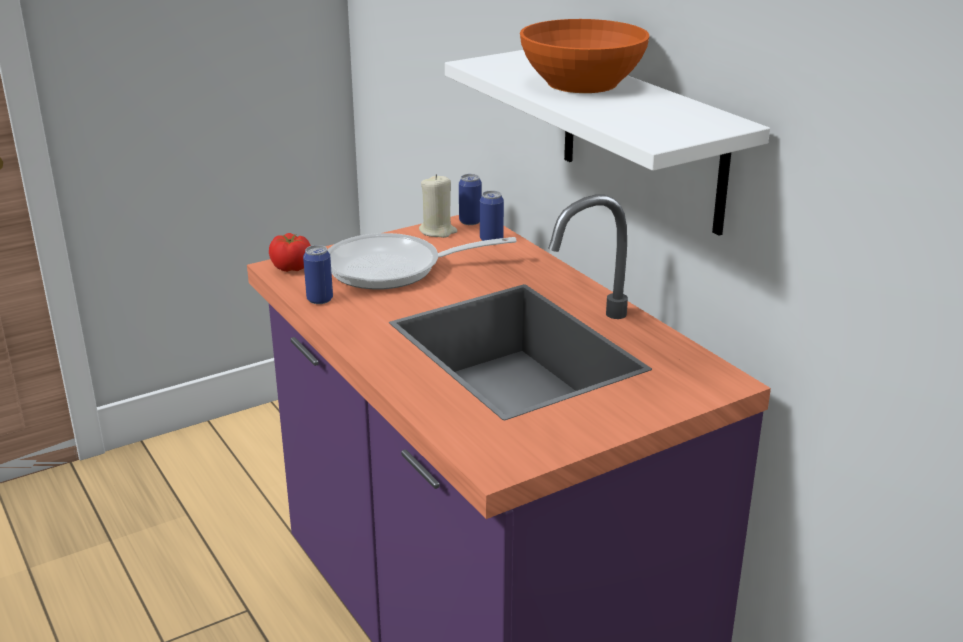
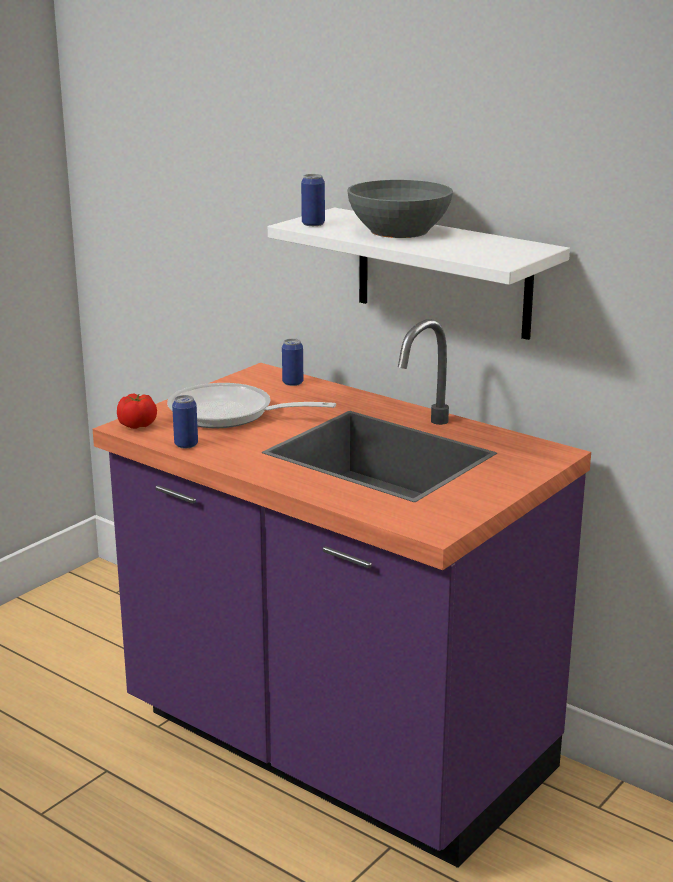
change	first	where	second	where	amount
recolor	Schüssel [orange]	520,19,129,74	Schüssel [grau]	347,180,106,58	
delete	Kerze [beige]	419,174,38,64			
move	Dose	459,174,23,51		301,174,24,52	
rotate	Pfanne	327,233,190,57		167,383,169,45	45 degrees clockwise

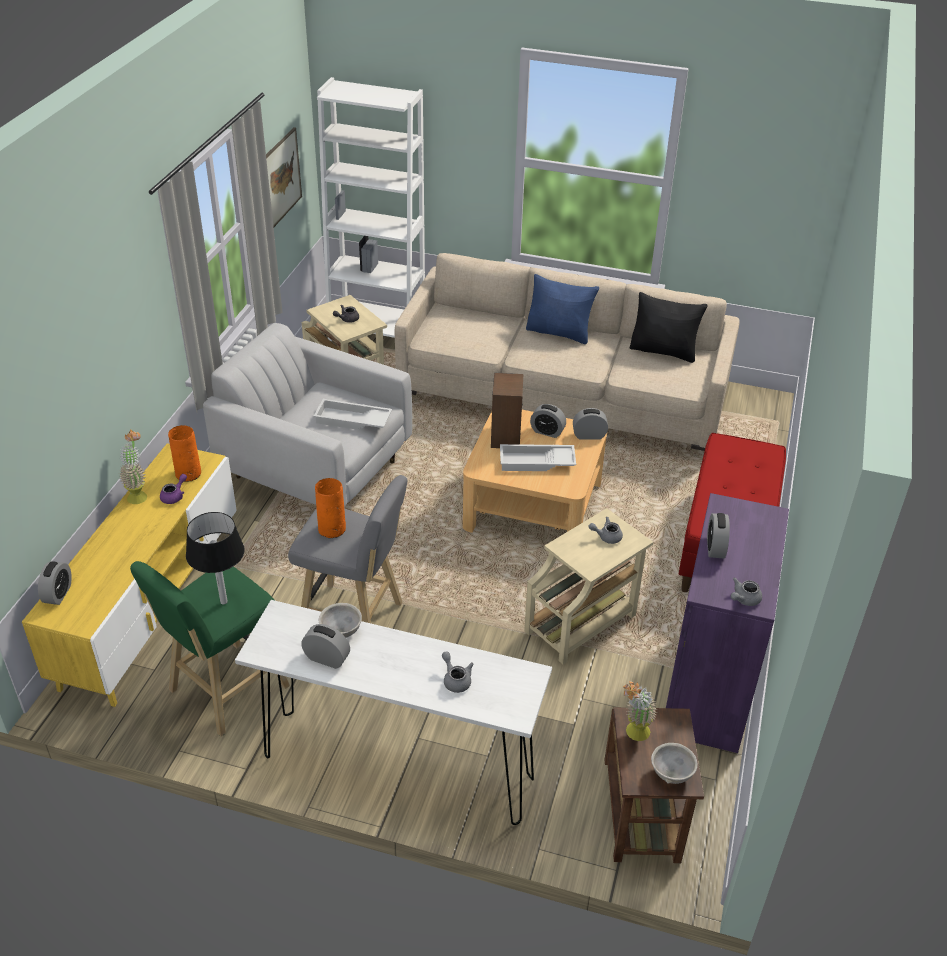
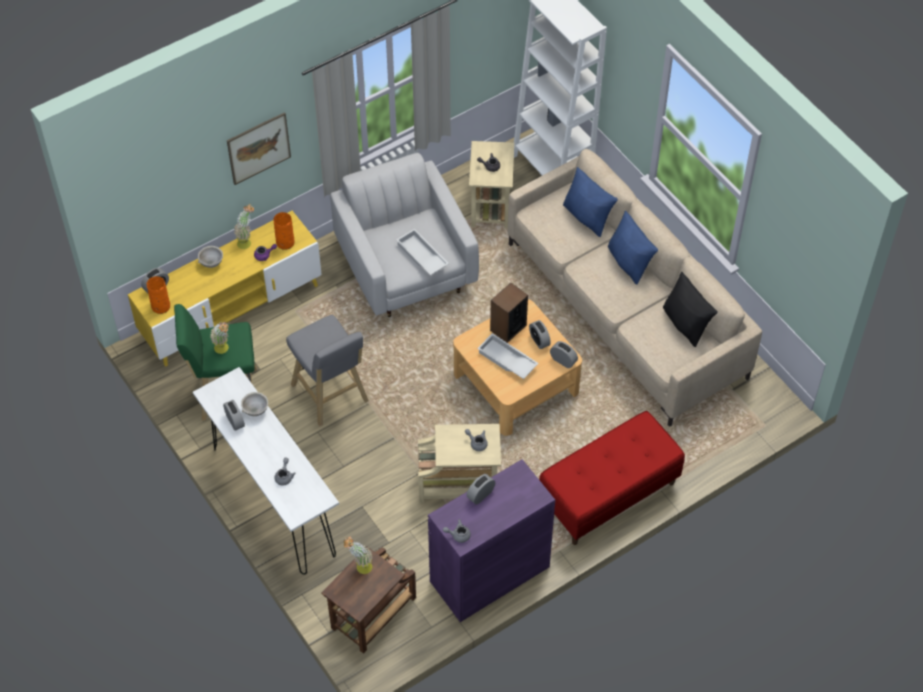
change	first	where	second	where	amount
move	Bild	266,127,36,100		227,112,64,73	
move	Vase [orange]	315,478,31,60		147,276,23,38	
replace	Tischlampe [schwarz]	186,512,59,92	Topfpflanze	210,322,19,32	
move	Schüssel [grau]	651,743,47,41		198,246,25,22	
insert			Kissen [blau]	563,167,55,70	

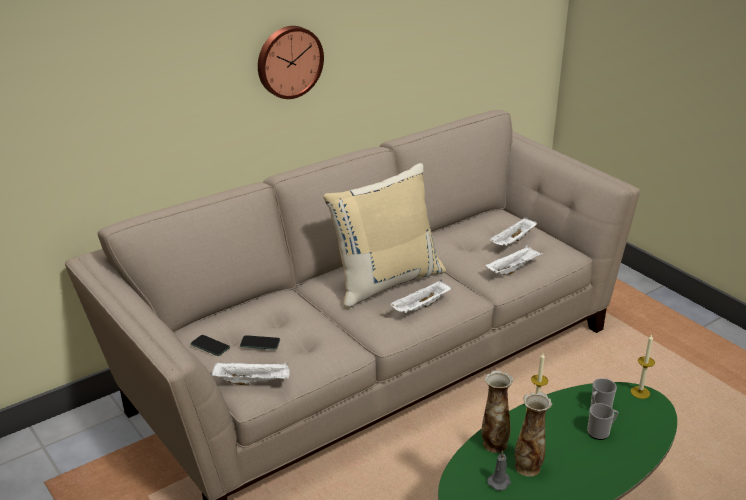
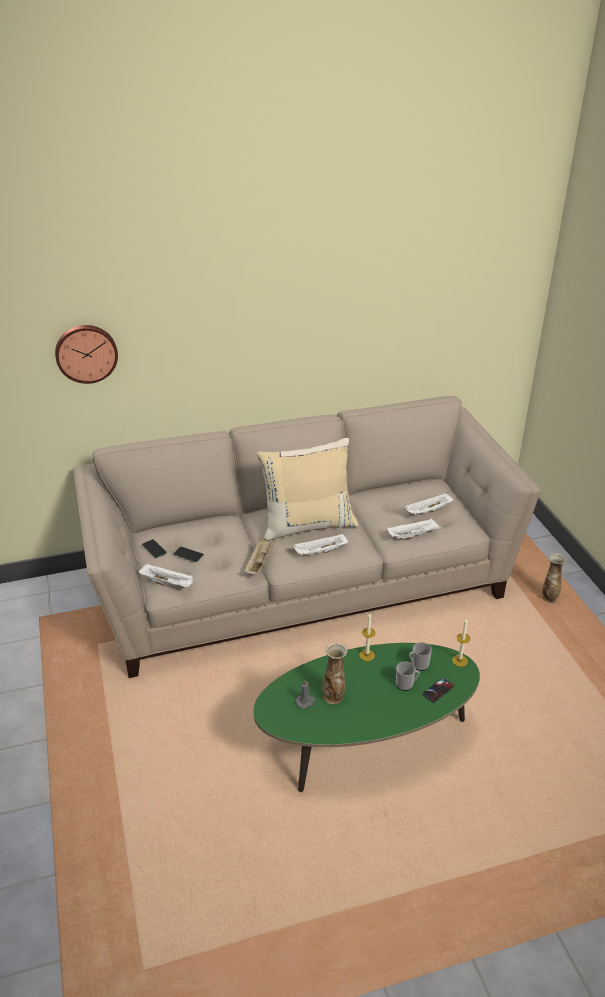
change	first	where	second	where	amount
move	Wanduhr	258,26,66,73		55,325,63,59	
move	Vase	482,370,31,83		542,553,25,50	
insert			Tablett [beige]	244,539,31,36	
insert			Handy	422,678,32,25	

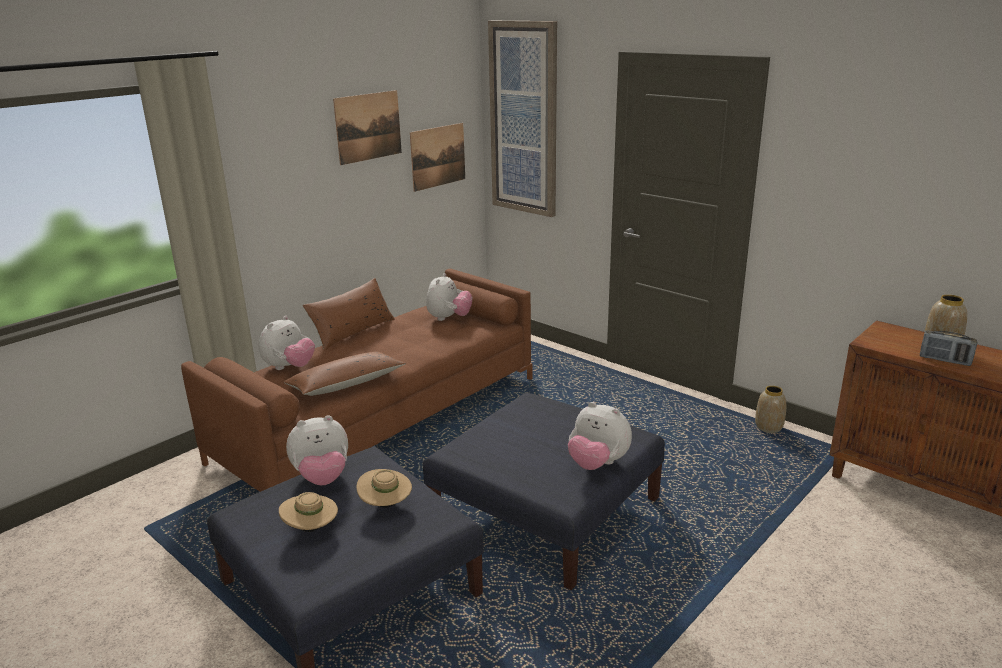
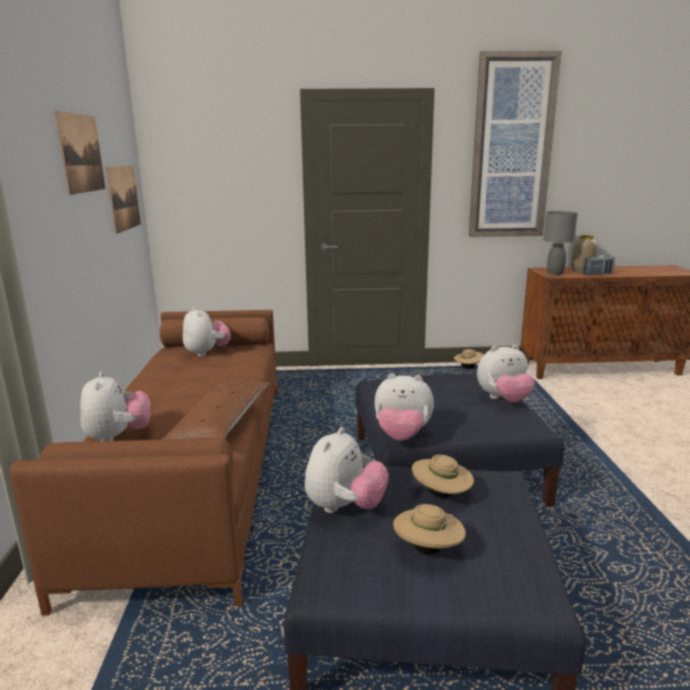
change	first	where	second	where	amount
move	Bild	488,21,69,196		469,51,93,186	
delete	Kissen [braun]	303,278,92,73			
replace	Vase	755,386,31,47	Hut [beige]	454,347,30,22	
insert			Tischlampe [grau]	544,211,34,64	
insert			Plüschtier	374,373,60,68	

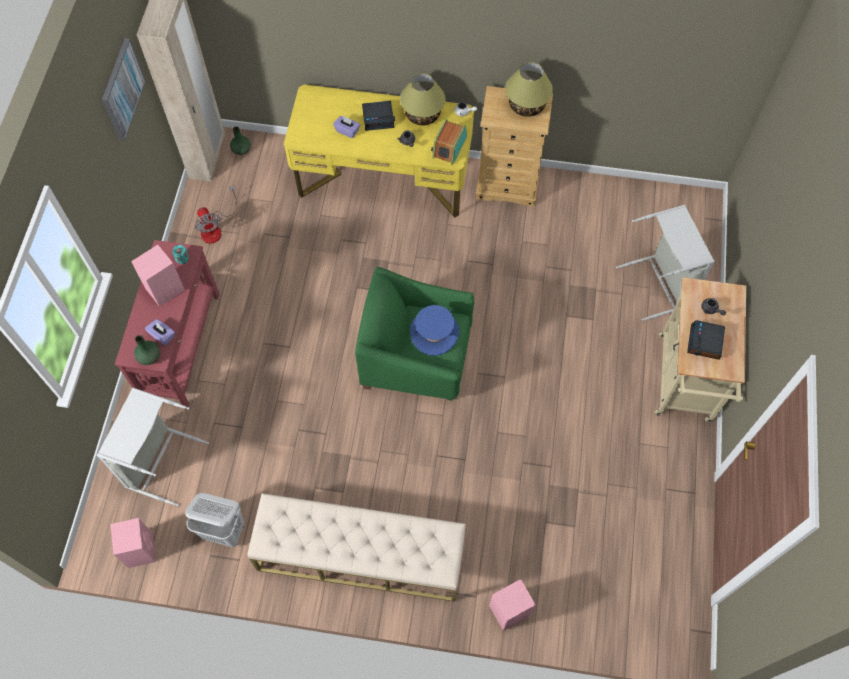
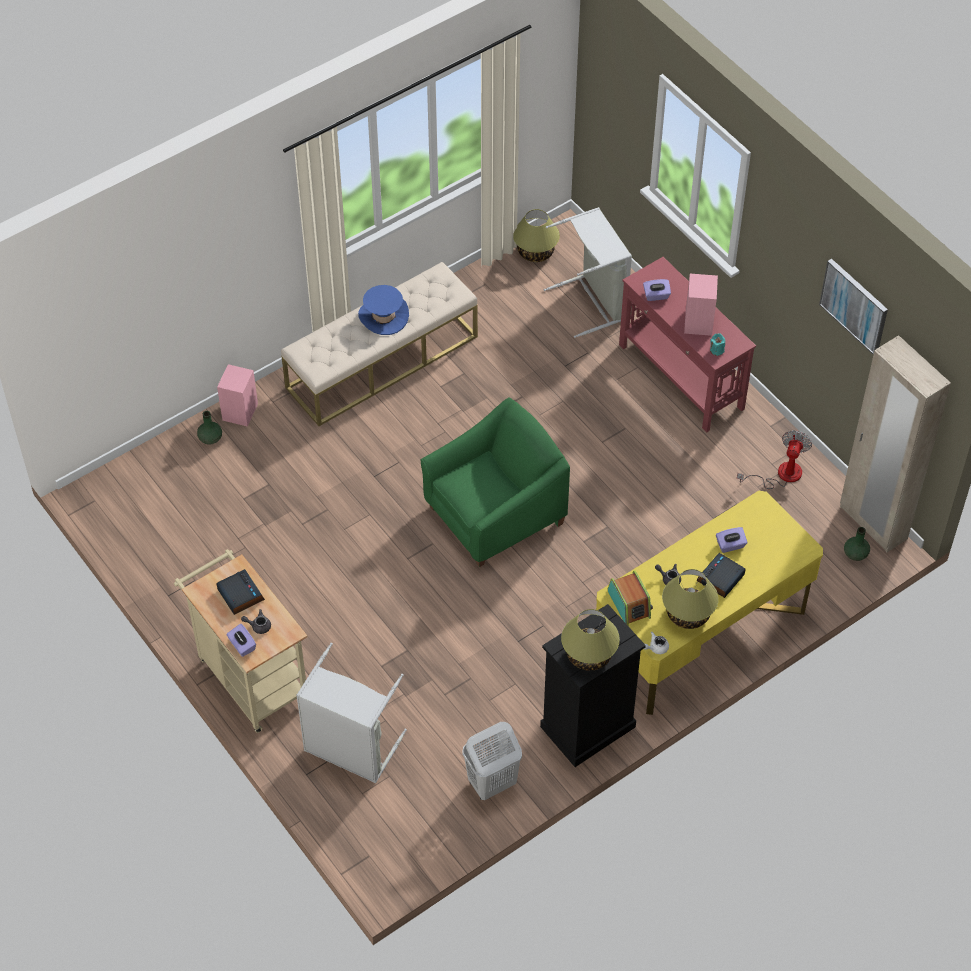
change	first	where	second	where	amount
recolor	Kommode [beige]	476,86,77,121	Kommode [schwarz]	540,604,106,163	
rotate	Ventilator	195,185,42,59		737,430,75,59	90 degrees clockwise
move	Hut [blau]	410,305,49,51		358,285,51,50	
move	Vase [grün]	134,335,26,30		197,411,25,33	
move	Wäschekorb [weiß]	185,493,59,54		462,722,60,78	
replace	Lautsprecher [rosa]	110,518,46,50	Tischlampe	513,209,47,53	
insert			Taschentuchbox [lila]	226,624,30,33	

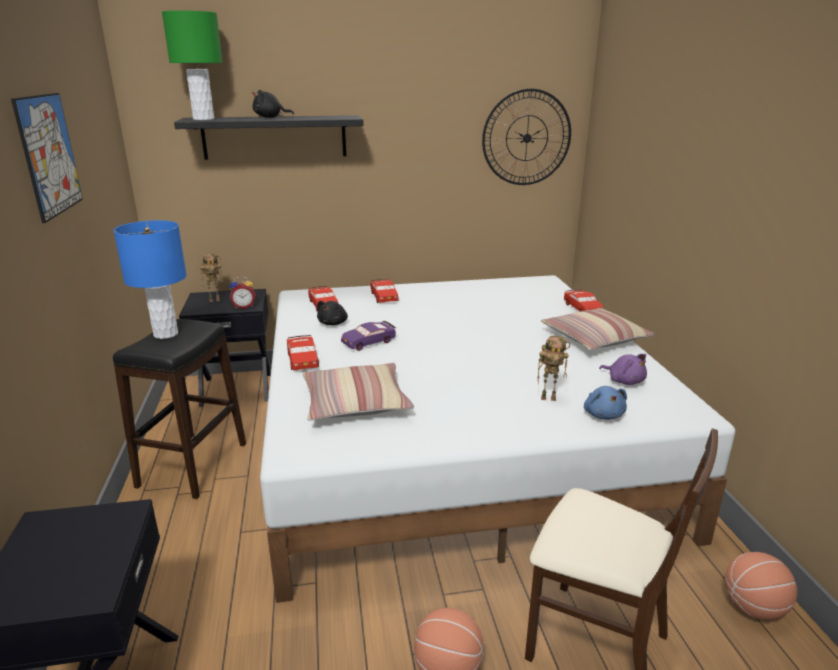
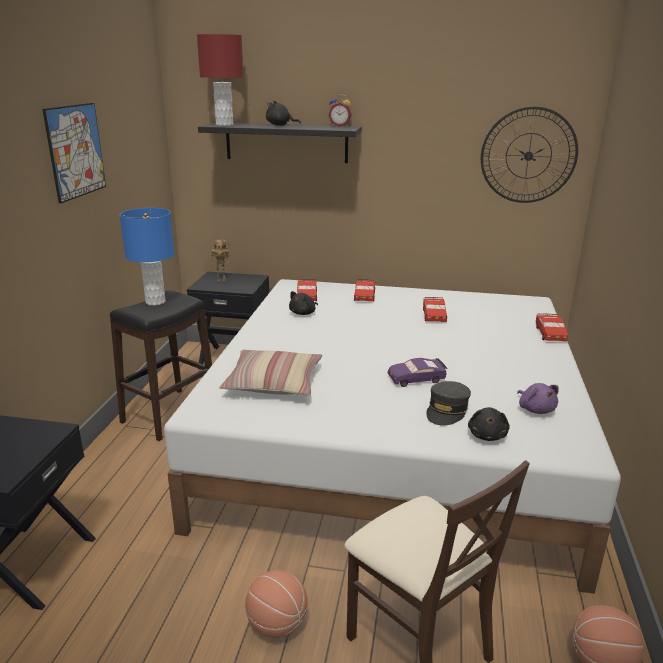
change	first	where	second	where	amount
recolor	Tischlampe [grün]	162,11,61,109	Tischlampe [rot]	197,34,47,92	
move	Wecker	229,276,26,33		328,94,24,33	
delete	Kissen	541,308,114,42			
move	Spielzeugauto [lila]	341,321,55,30		388,358,60,29	
move	Spielzeugauto [rot]	287,335,32,35		423,297,24,25	
replace	Spielzeugroboter	537,336,33,65	Kappe [grau]	426,381,45,45	
recolor	Plüschtier [blau]	584,386,43,34	Plüschtier [schwarz]	468,407,42,34	

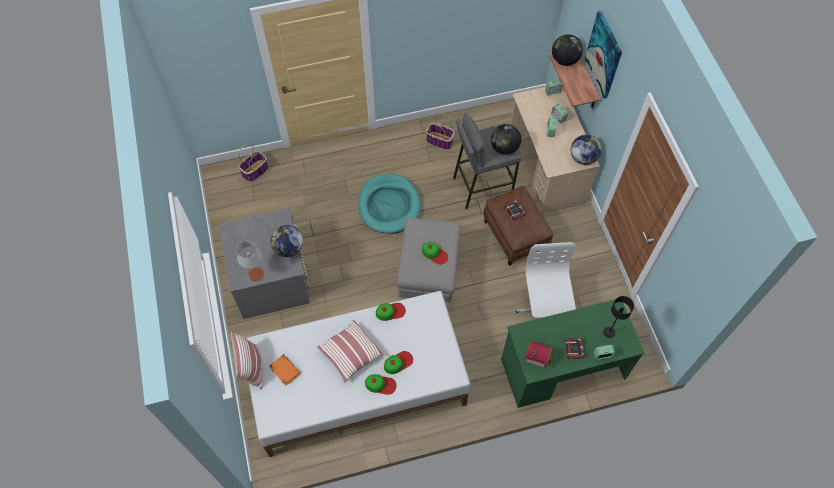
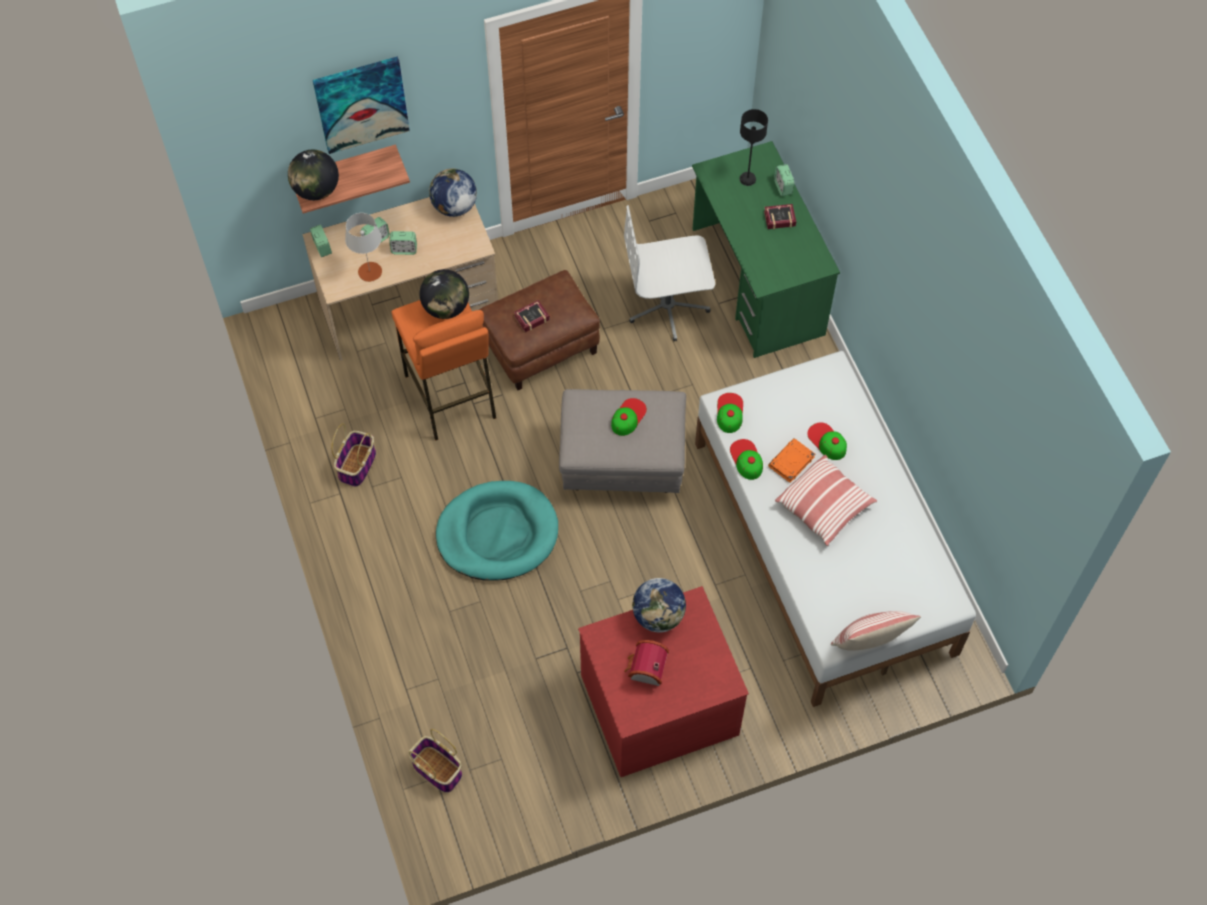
change	first	where	second	where	amount
recolor	Hocker [grau]	453,113,68,96	Hocker [orange]	391,300,105,140	
recolor	Kommode [grau]	219,208,91,111	Kommode [rot]	578,586,171,191	
move	Tischlampe [grau]	237,241,27,41		345,213,37,69	
move	Spielzeughaus	525,340,27,28		624,640,45,46	
move	Buch [orange]	269,354,31,32		768,438,47,45	
move	Kappe	365,374,32,21		717,393,26,40	

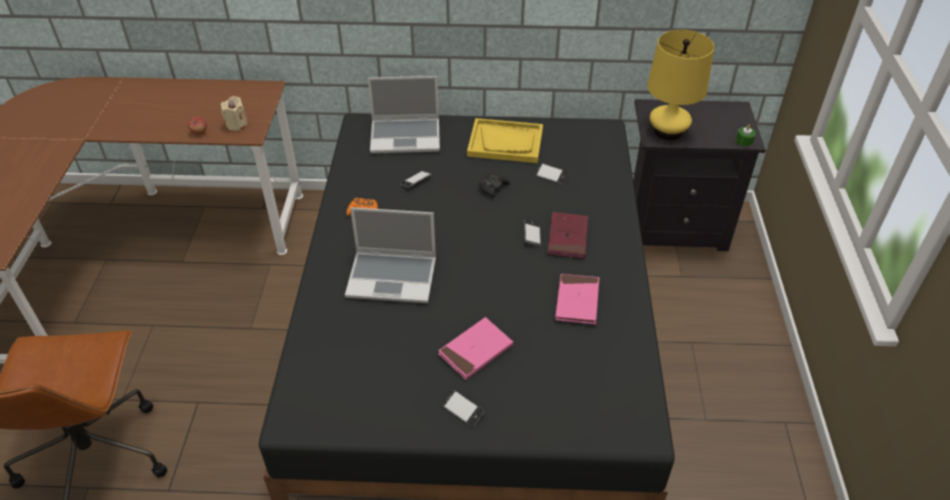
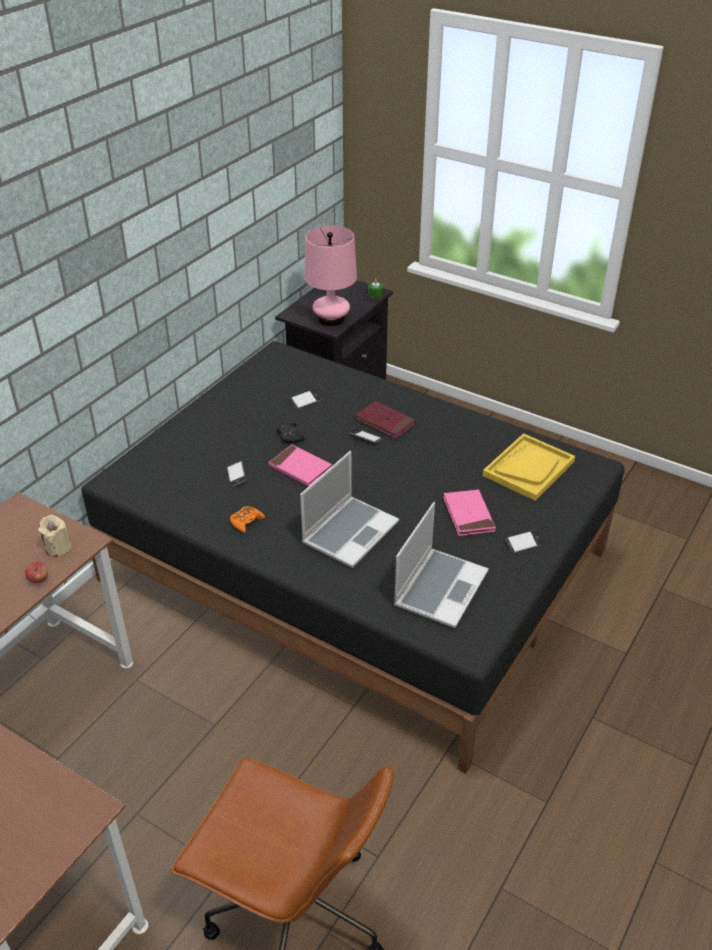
change	first	where	second	where	amount
recolor	Tischlampe [gelb]	647,30,67,111	Tischlampe [rosa]	304,225,53,101	
move	Laptop	368,76,72,78		394,502,95,126	
move	Tablett [gelb]	467,118,76,45		483,433,92,68	
move	Buch [rosa]	555,274,44,50		268,445,64,41	

